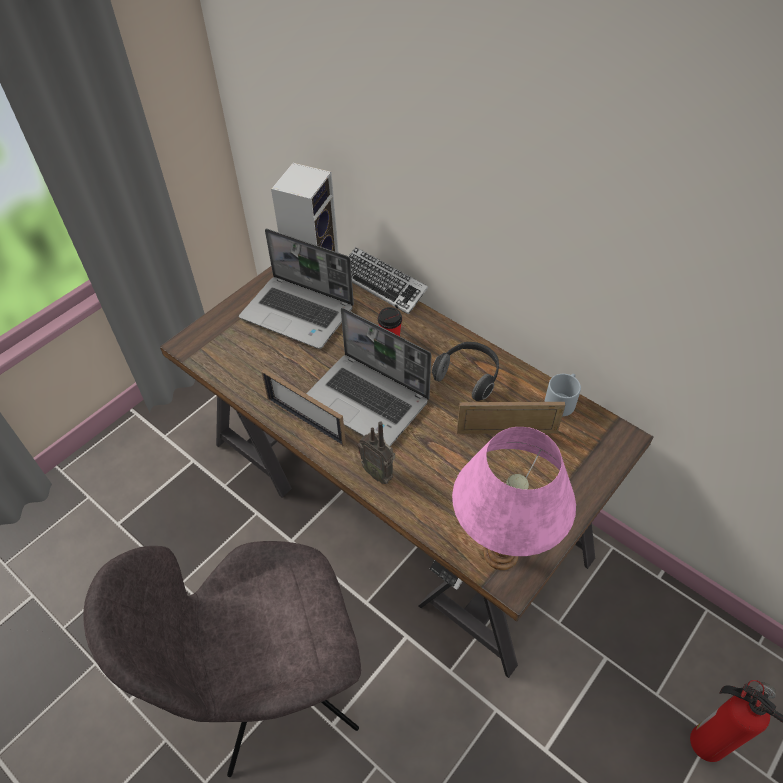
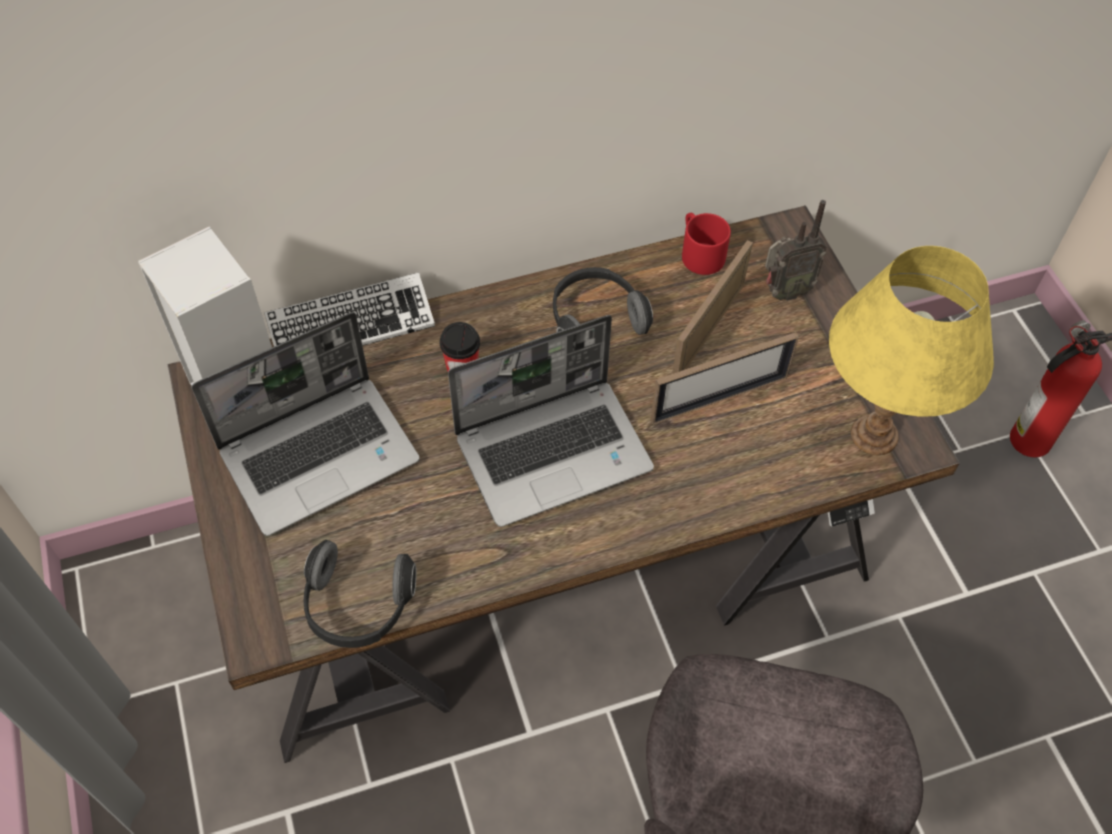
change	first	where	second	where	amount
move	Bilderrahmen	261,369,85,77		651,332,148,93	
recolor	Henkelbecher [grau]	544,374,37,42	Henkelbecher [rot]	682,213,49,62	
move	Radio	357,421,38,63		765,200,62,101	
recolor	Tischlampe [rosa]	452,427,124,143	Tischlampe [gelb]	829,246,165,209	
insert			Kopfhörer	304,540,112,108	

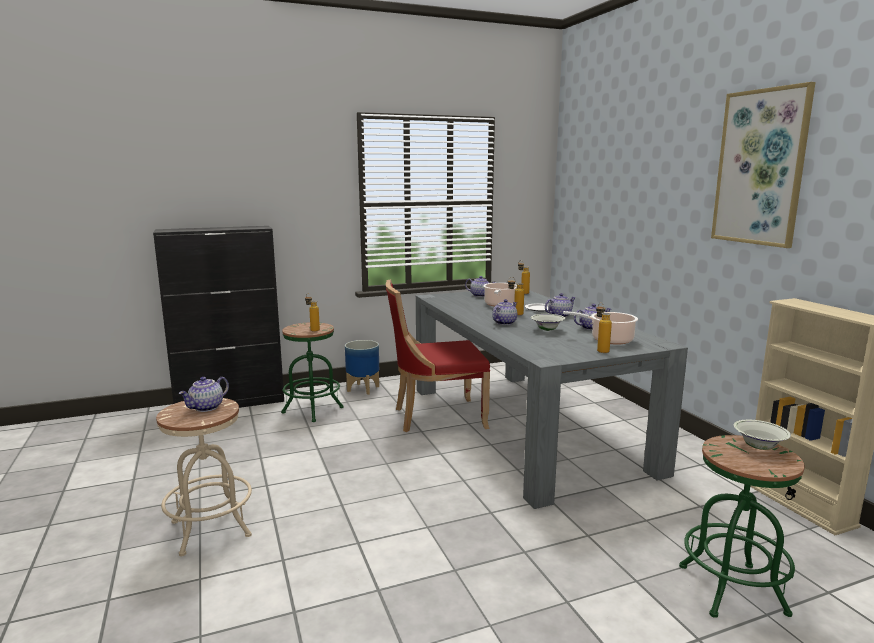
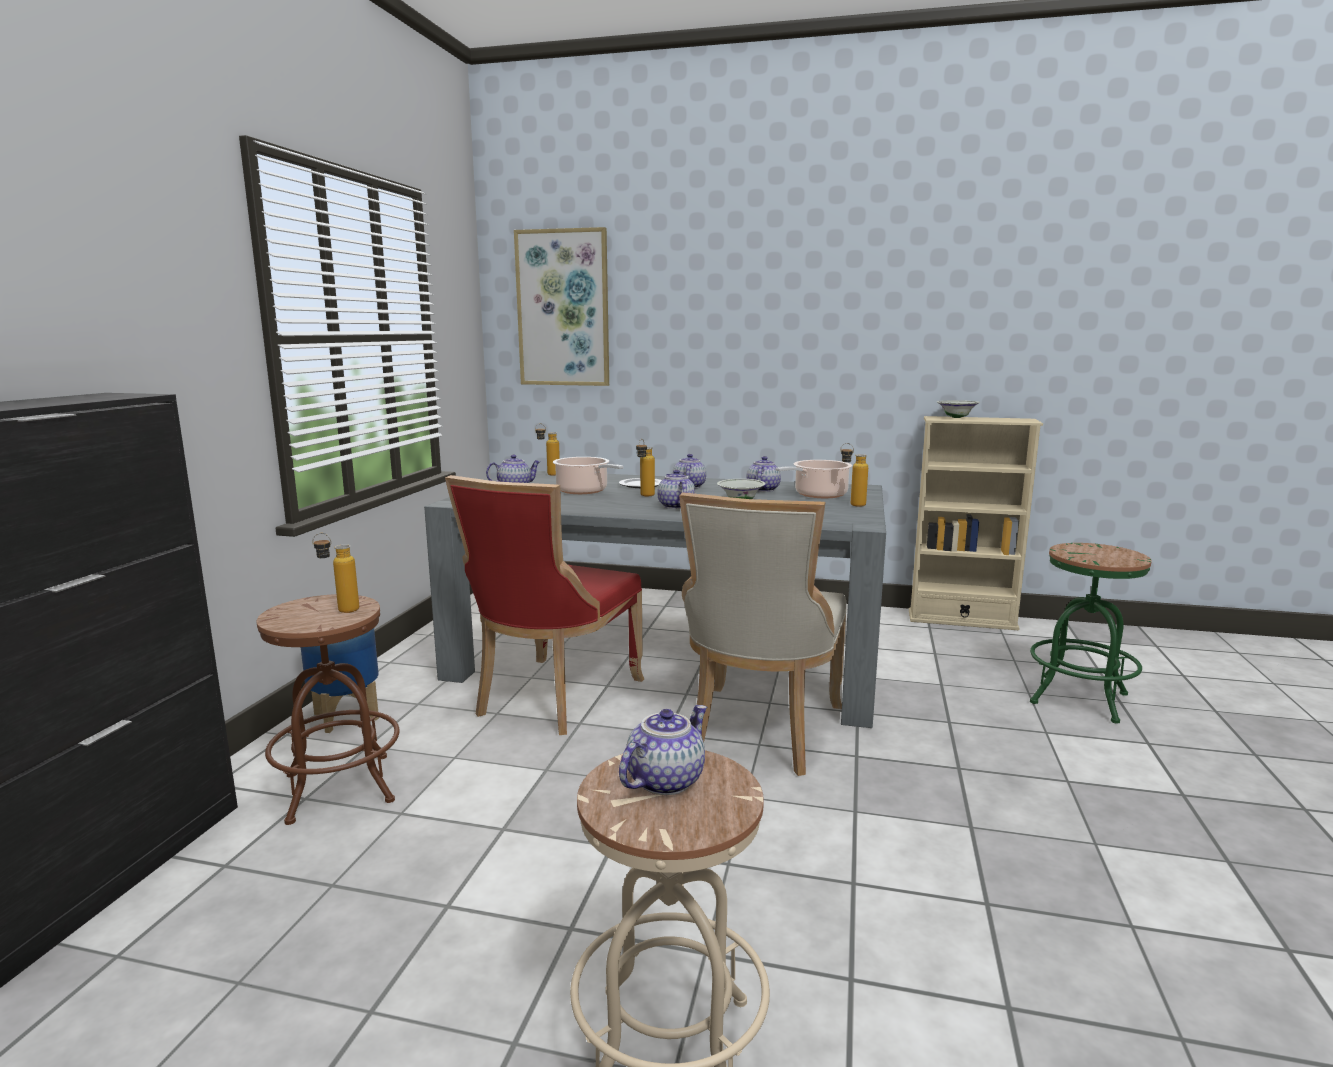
change	first	where	second	where	amount
move	Bild	711,82,104,166		514,227,95,159	
recolor	Hocker [grün]	281,322,63,100	Hocker [braun]	256,594,144,231	
rotate	Teekanne	179,377,50,35		619,705,88,90	120 degrees counterclockwise
move	Schüssel [weiß]	734,420,57,30		937,400,43,18	
insert			Stuhl [beige]	679,492,168,284	

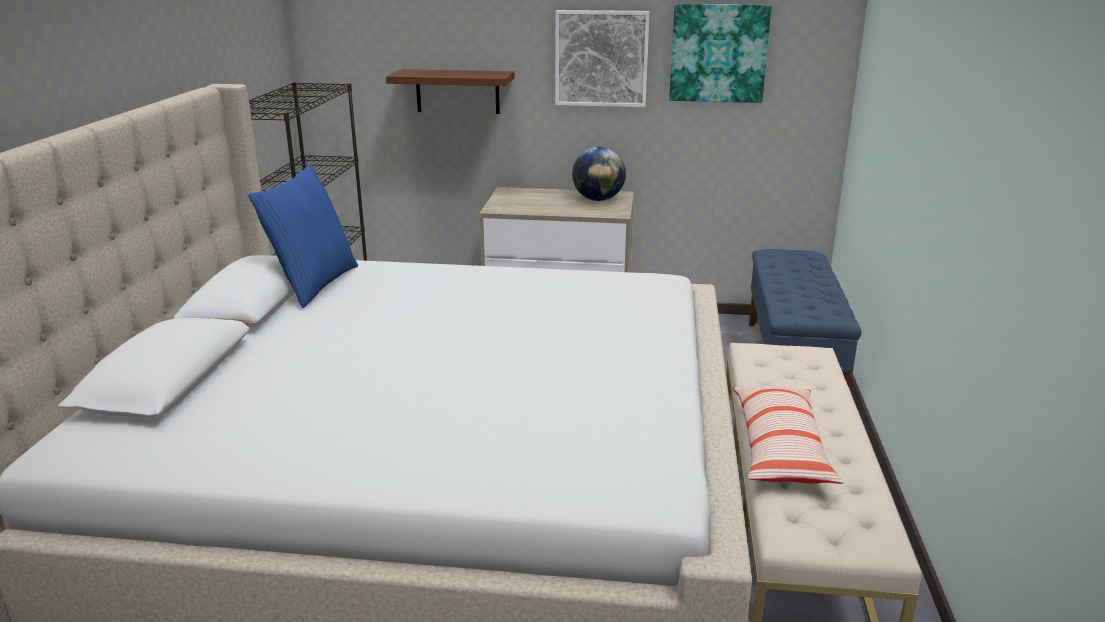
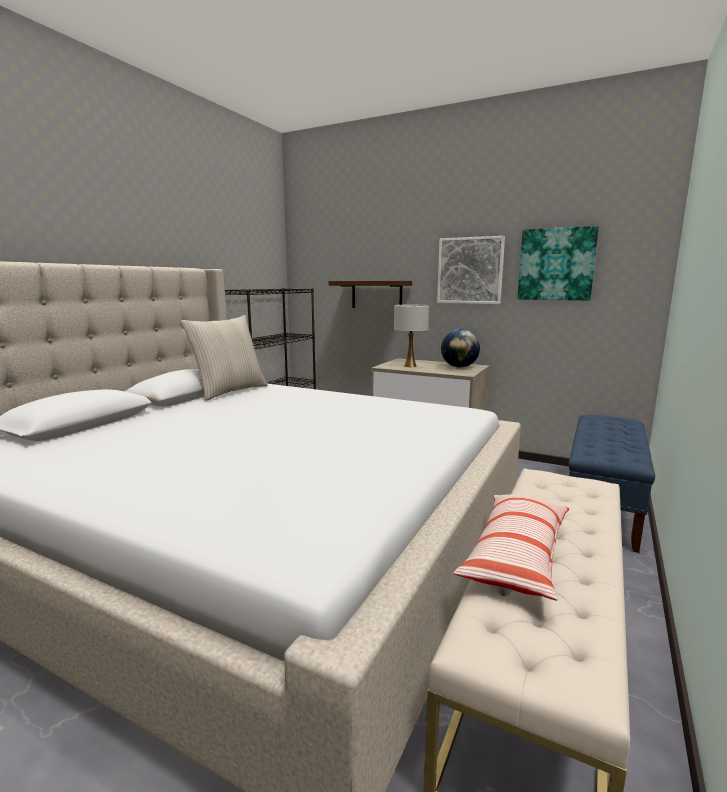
change	first	where	second	where	amount
recolor	Kissen [blau]	248,163,110,145	Kissen [beige]	181,315,87,86	
insert			Tischlampe [weiß]	394,305,35,62	

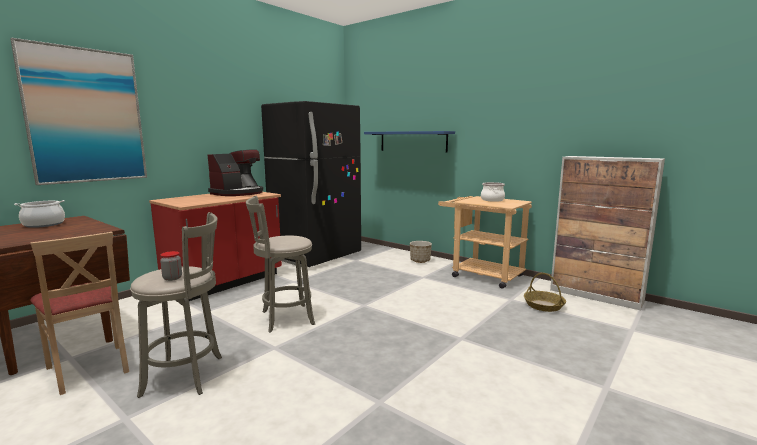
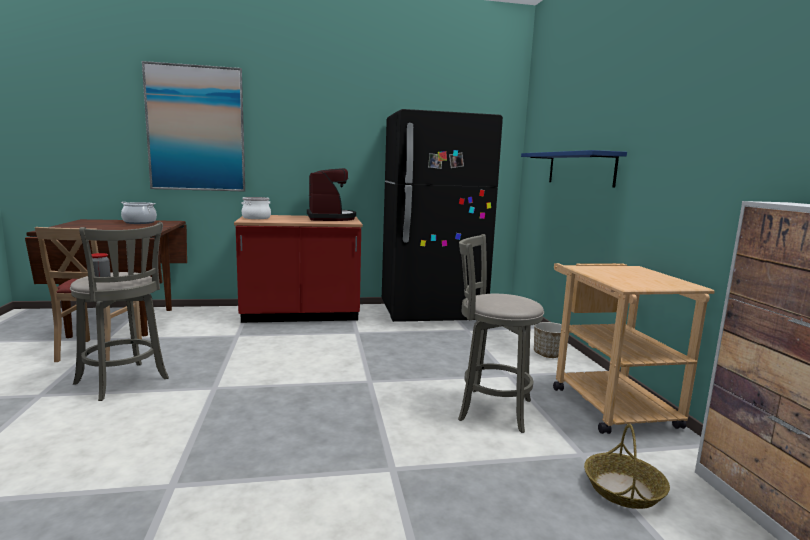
change	first	where	second	where	amount
rotate	Kaffeemaschine	208,149,55,47		307,168,49,53	90 degrees counterclockwise
move	Kochtopf	481,182,24,20		242,197,29,22	
move	Hocker [grau]	246,196,69,137		458,234,86,199	

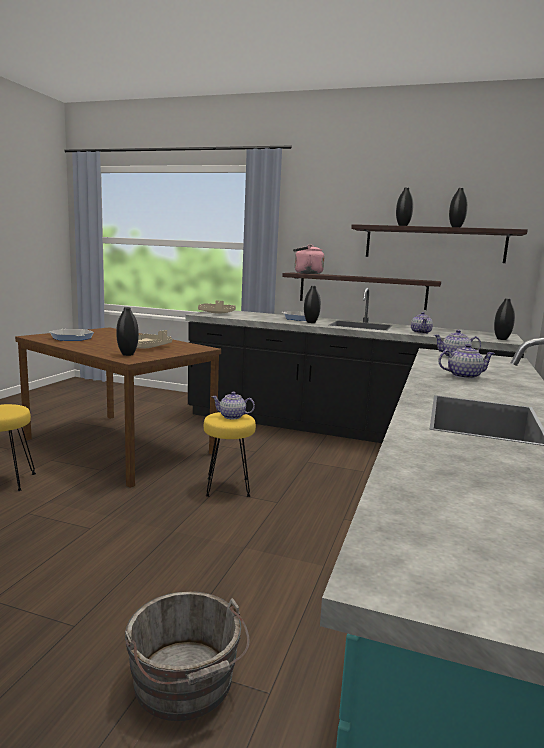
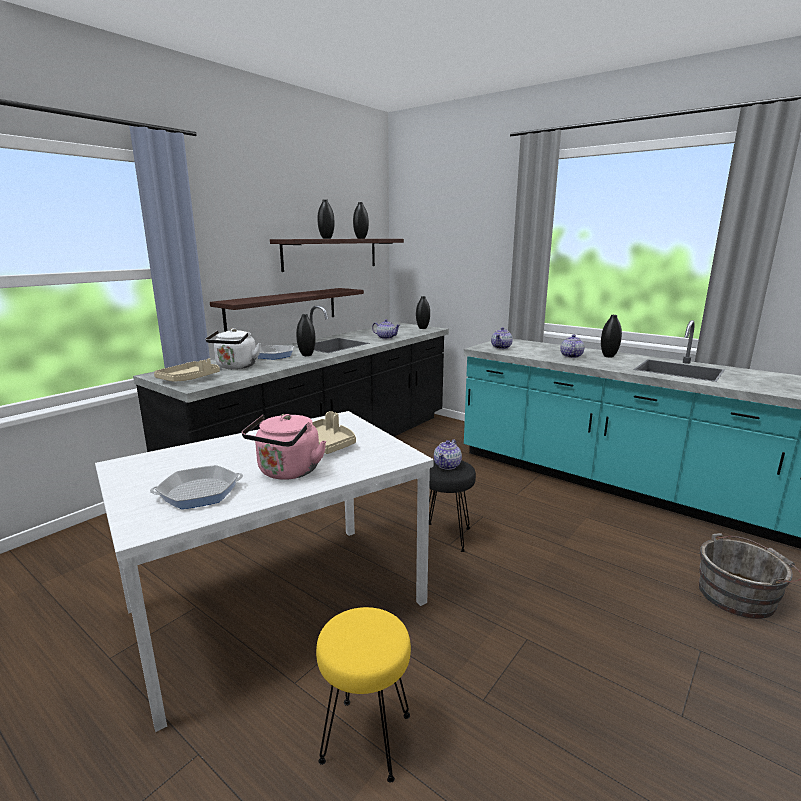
change	first	where	second	where	amount
move	Wasserkessel [rosa]	293,244,31,30		242,414,84,66	
move	Vase [schwarz]	116,307,23,49		601,315,21,43	
recolor	Esstisch [braun]	15,327,206,161	Esstisch [weiß]	95,411,339,321	
recolor	Hocker [gelb]	204,412,52,85	Hocker [schwarz]	429,460,47,92	
insert			Wasserkessel [weiß]	205,328,56,41	

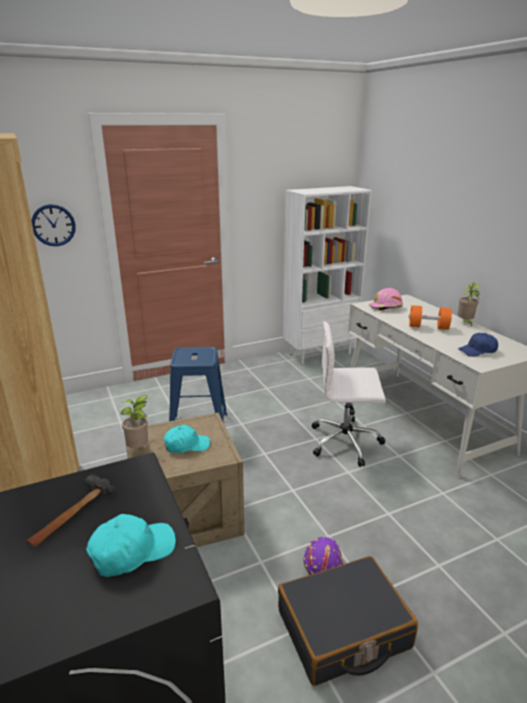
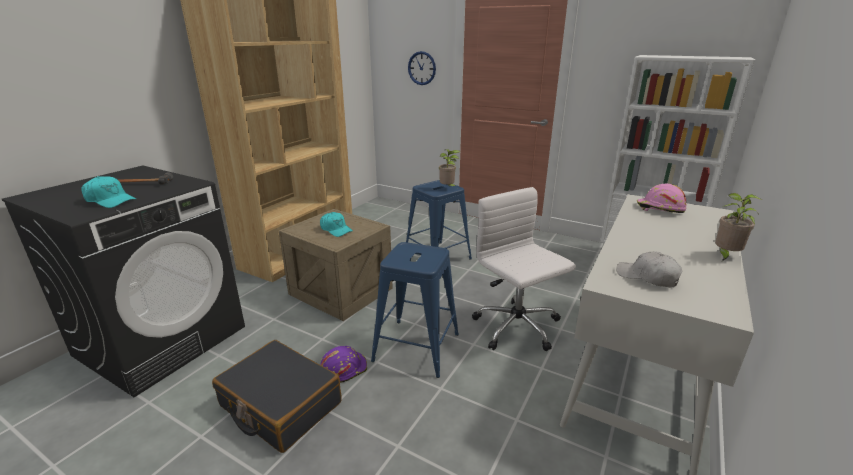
change	first	where	second	where	amount
delete	Hantel [orange]	409,305,43,25			
recolor	Kappe [blau]	458,333,40,24	Kappe [weiß]	617,252,65,35	
move	Topfpflanze	121,395,27,53		439,149,21,37	
insert			Hocker [blau]	371,242,88,136	

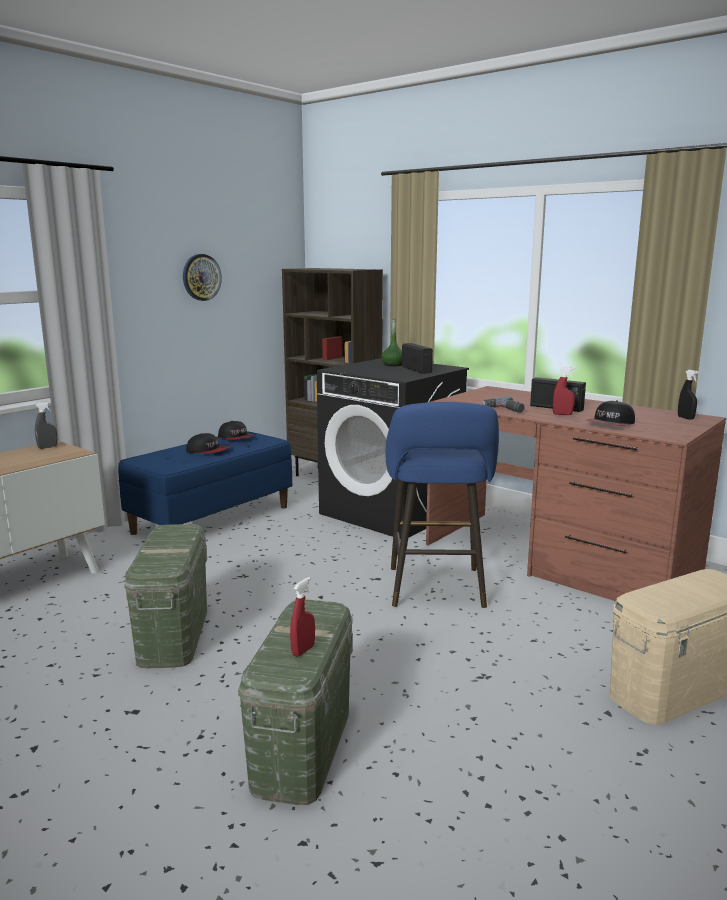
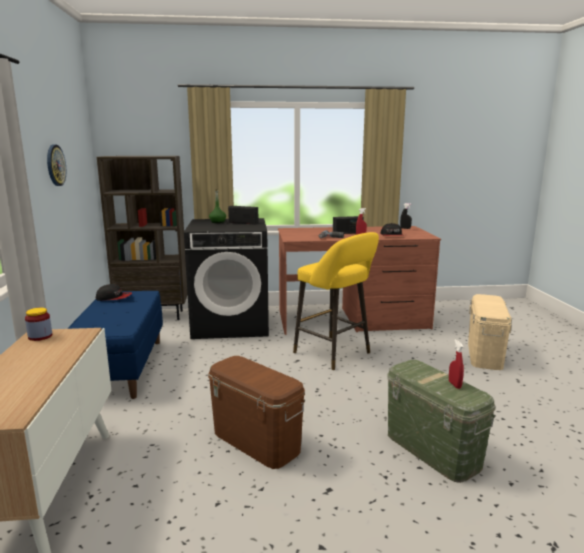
change	first	where	second	where	amount
replace	Sprühflasche [grau]	35,402,23,47	Vorratsglas	25,308,27,33	
recolor	Hocker [blau]	386,402,113,206	Hocker [gelb]	293,232,86,138	
delete	Kappe	186,433,44,20			
recolor	Aufbewahrungsbox [grün]	124,524,83,144	Aufbewahrungsbox [braun]	208,356,97,113	

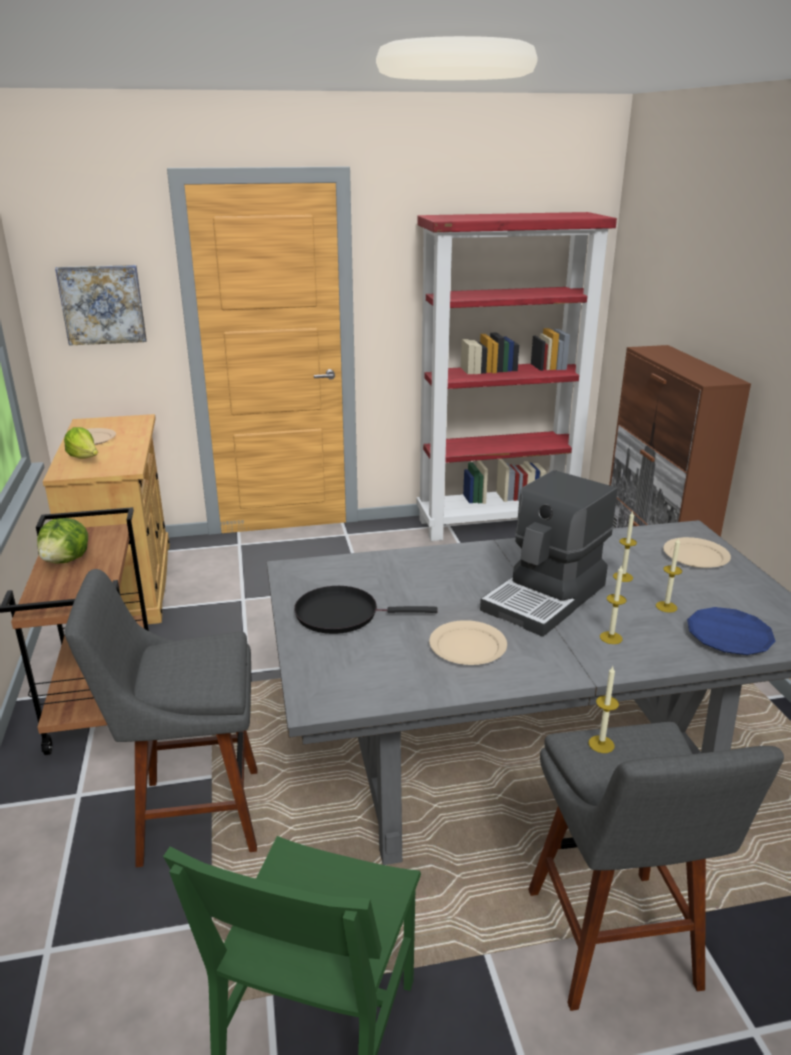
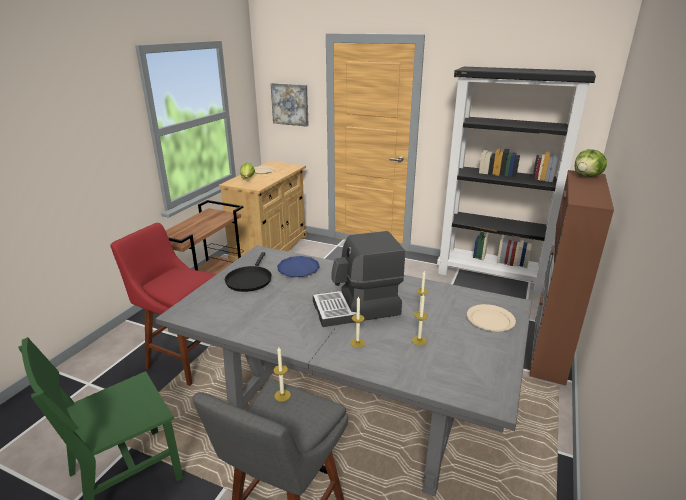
change	first	where	second	where	amount
recolor	Bücherregal [rot]	417,212,200,329	Bücherregal [schwarz]	437,67,159,227	
move	Salatkopf	37,518,51,46		574,149,33,28	
recolor	Hocker [grau]	65,569,192,298	Hocker [rot]	110,223,107,163	
rotate	Pfanne [schwarz]	294,586,144,48		225,252,47,40	120 degrees counterclockwise
move	Teller [blau]	687,607,88,48		277,256,43,21	
delete	Teller [beige]	429,620,78,45			

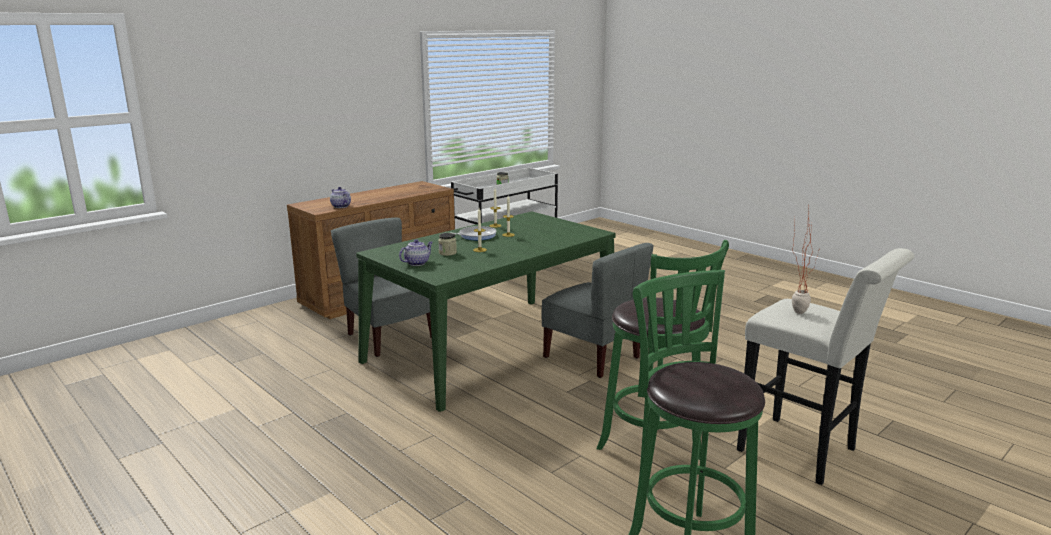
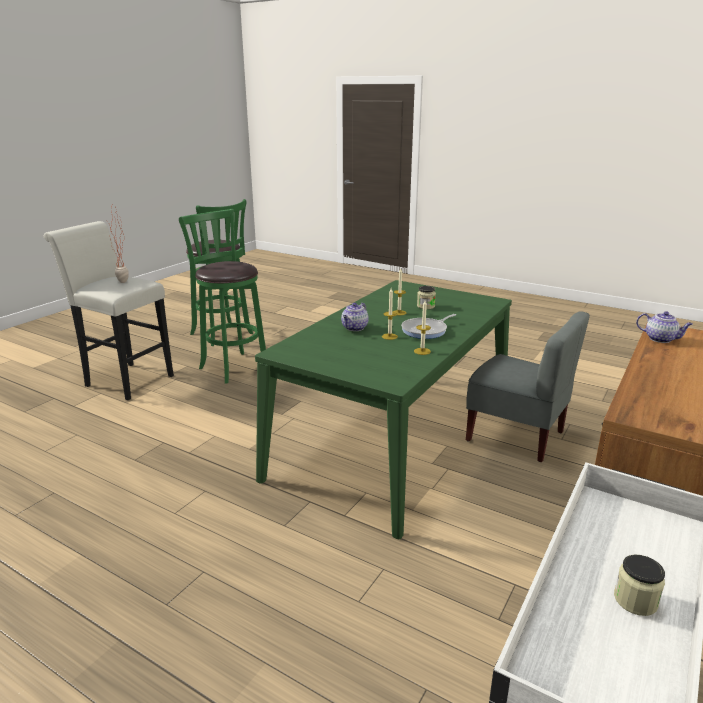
change	first	where	second	where	amount
move	Teekanne	399,239,34,27		341,303,28,28	
delete	Stuhl [grau]	541,243,112,135			

